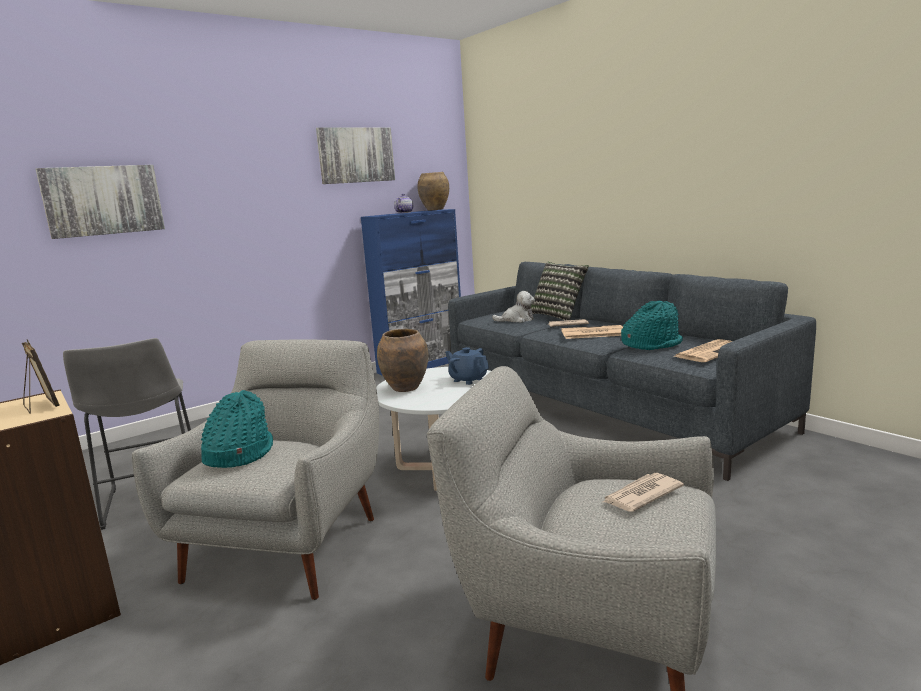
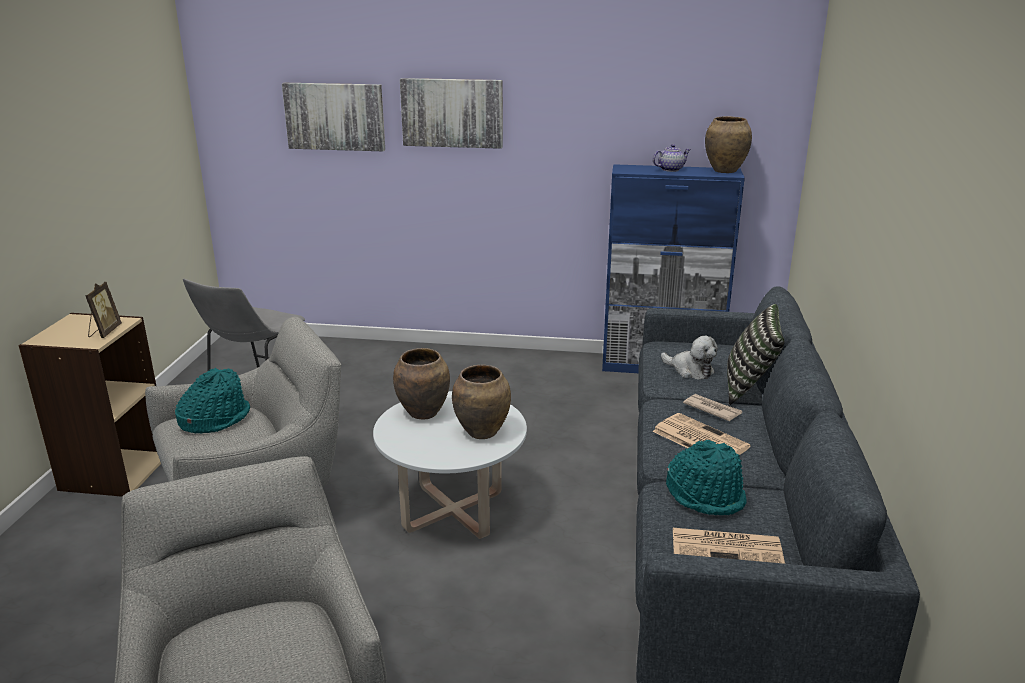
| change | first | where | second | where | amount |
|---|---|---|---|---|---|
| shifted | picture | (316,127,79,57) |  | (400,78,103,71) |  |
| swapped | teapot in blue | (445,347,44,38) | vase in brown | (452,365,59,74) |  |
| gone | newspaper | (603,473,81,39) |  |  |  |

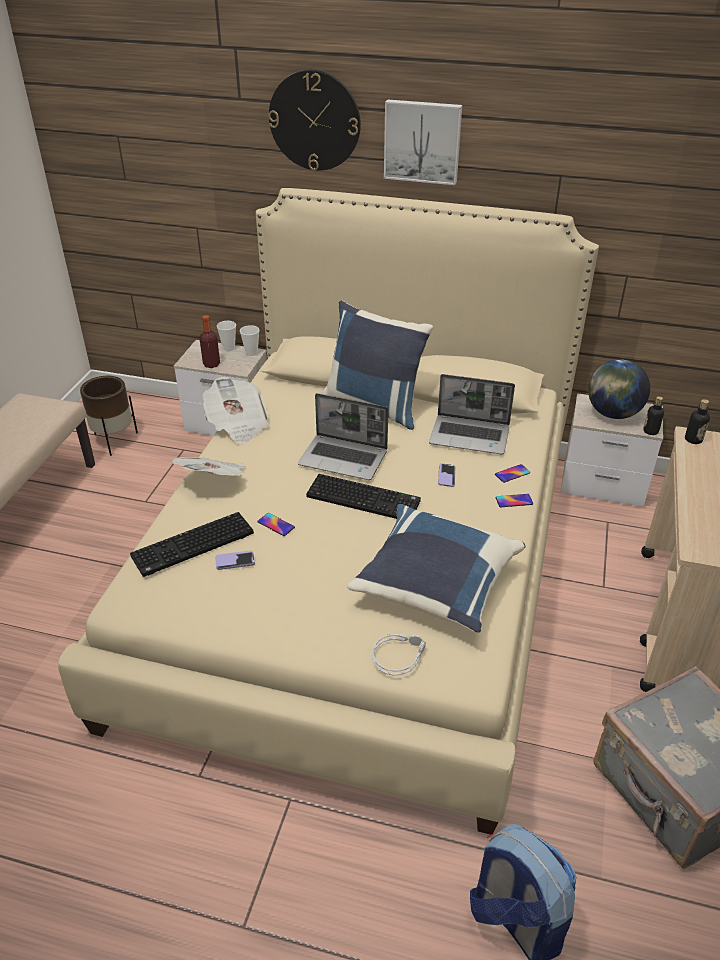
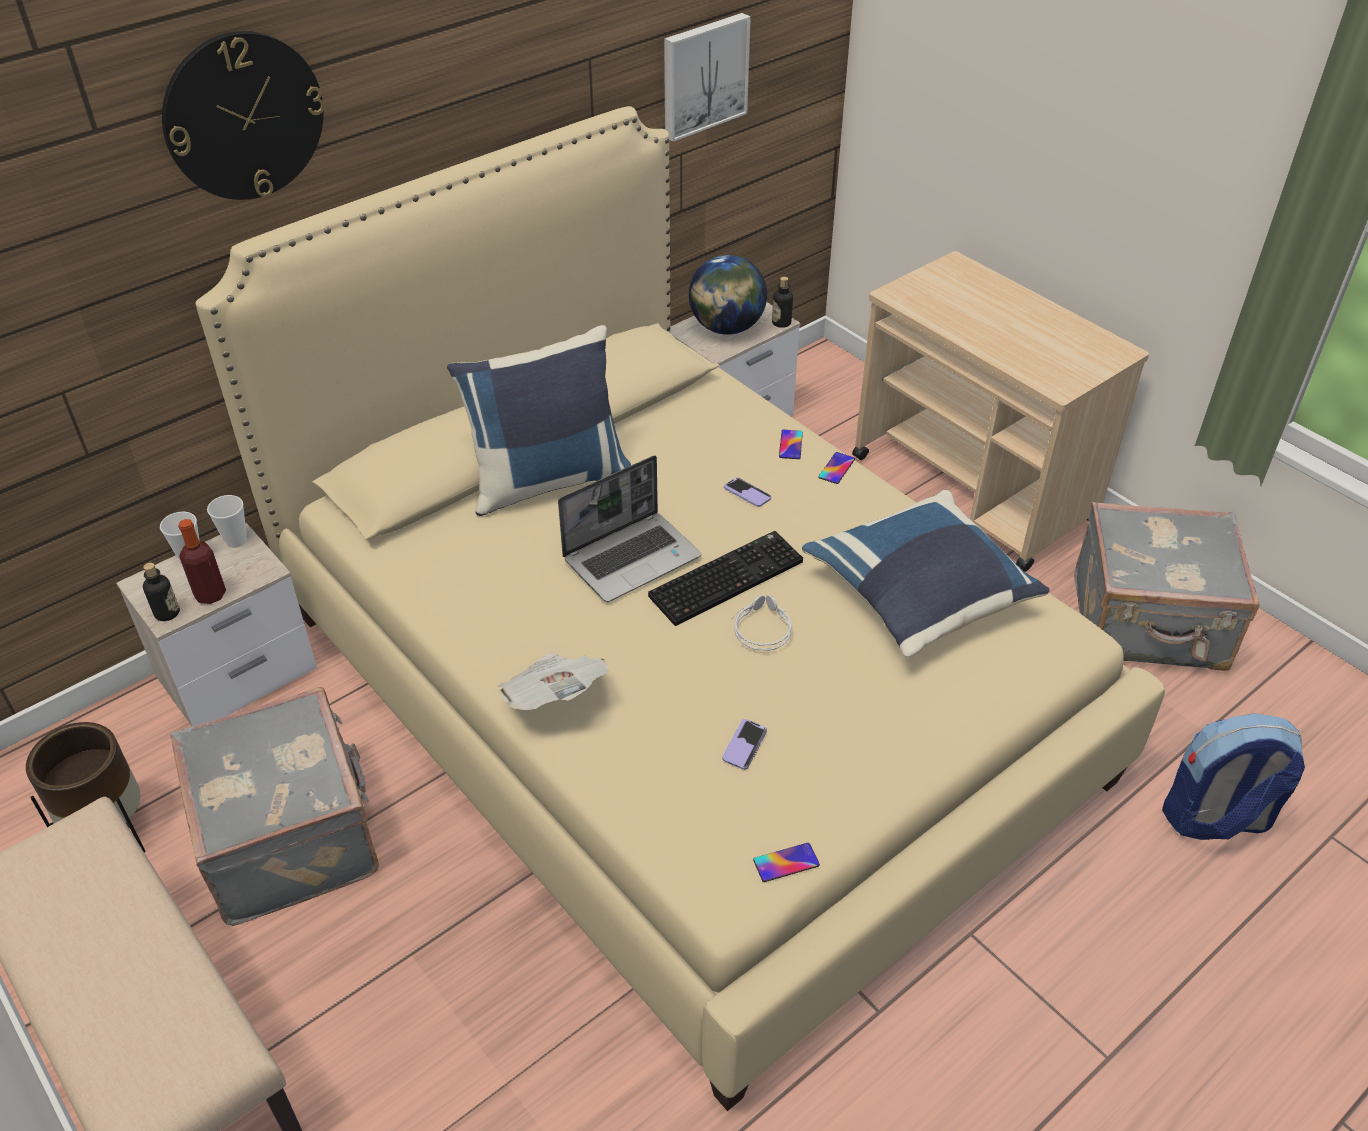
| change | first | where | second | where | amount |
|---|---|---|---|---|---|
| shifted | bottle | (685,399,25,45) |  | (143,563,37,58) |  |
| new |  |  | suitcase in grey | (170,687,209,239) |  |
| shifted | picture | (384,99,78,86) |  | (664,13,87,129) |  |
| shifted | headphones in grey | (372,633,54,43) |  | (731,595,61,56) |  |
| shifted | phone | (257,513,38,23) |  | (753,843,67,39) |  |
| gone | keyboard | (130,512,124,65) |  |  |  |
| gone | newspaper | (203,377,66,68) |  |  |  |
| gone | laptop | (429,374,86,81) |  |  |  |

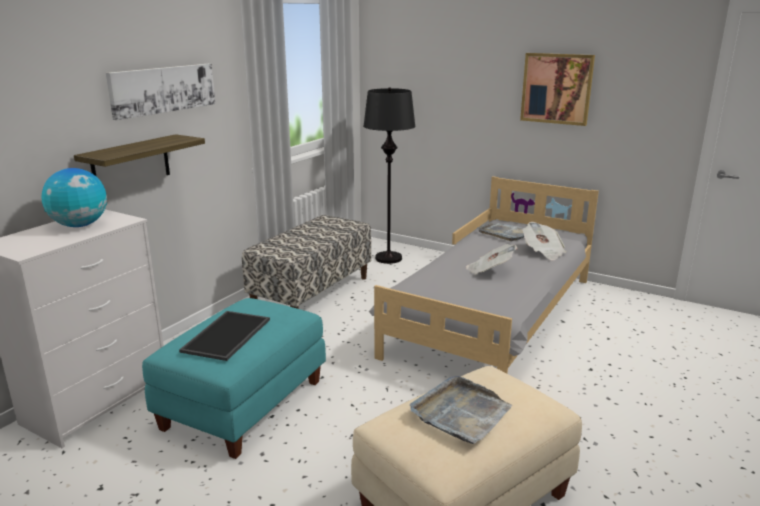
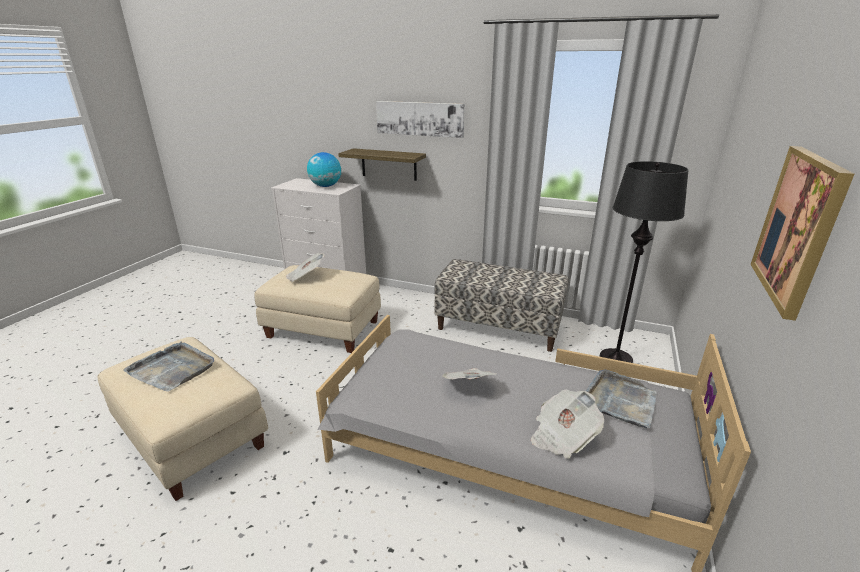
| change | first | where | second | where | amount |
|---|---|---|---|---|---|
| repainted | ottoman in turquoise | (142,298,184,161) | ottoman in beige | (254,265,127,88) |  |
| swapped | tray | (179,311,91,50) | newspaper | (286,253,39,29) |  |

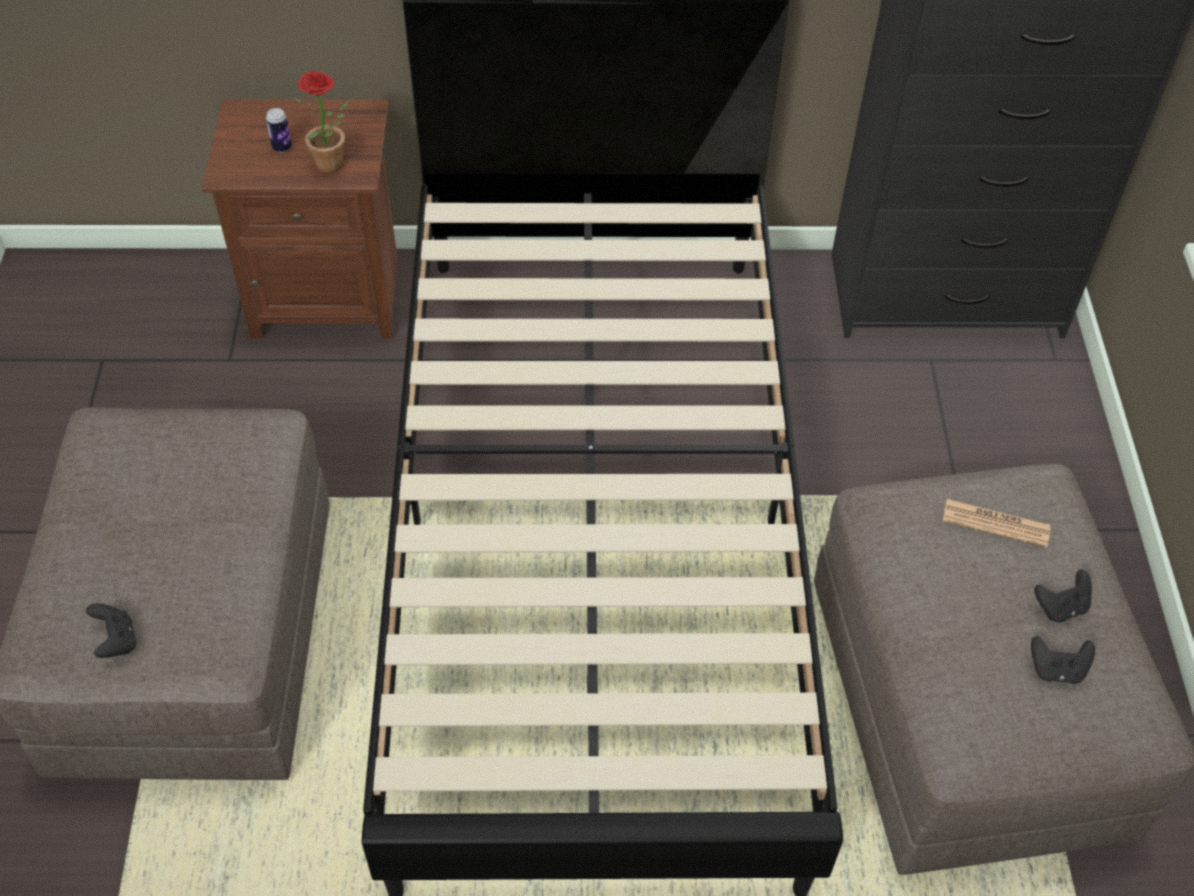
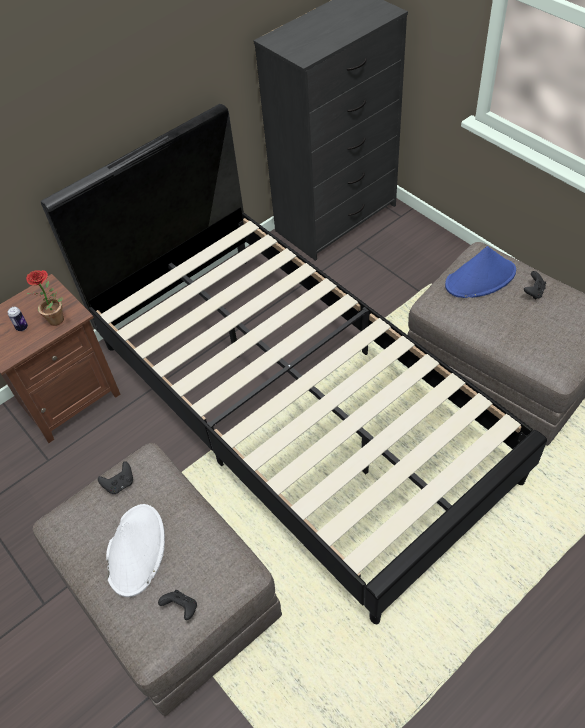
| change | first | where | second | where | amount |
|---|---|---|---|---|---|
| shifted | game controller in black | (1031,636,64,48) |  | (98,461,35,33) |  |
| new |  |  | hat in white | (106,504,59,93) |  |
| swapped | newspaper | (943,499,108,49) | hat in blue | (445,246,71,52) |  |

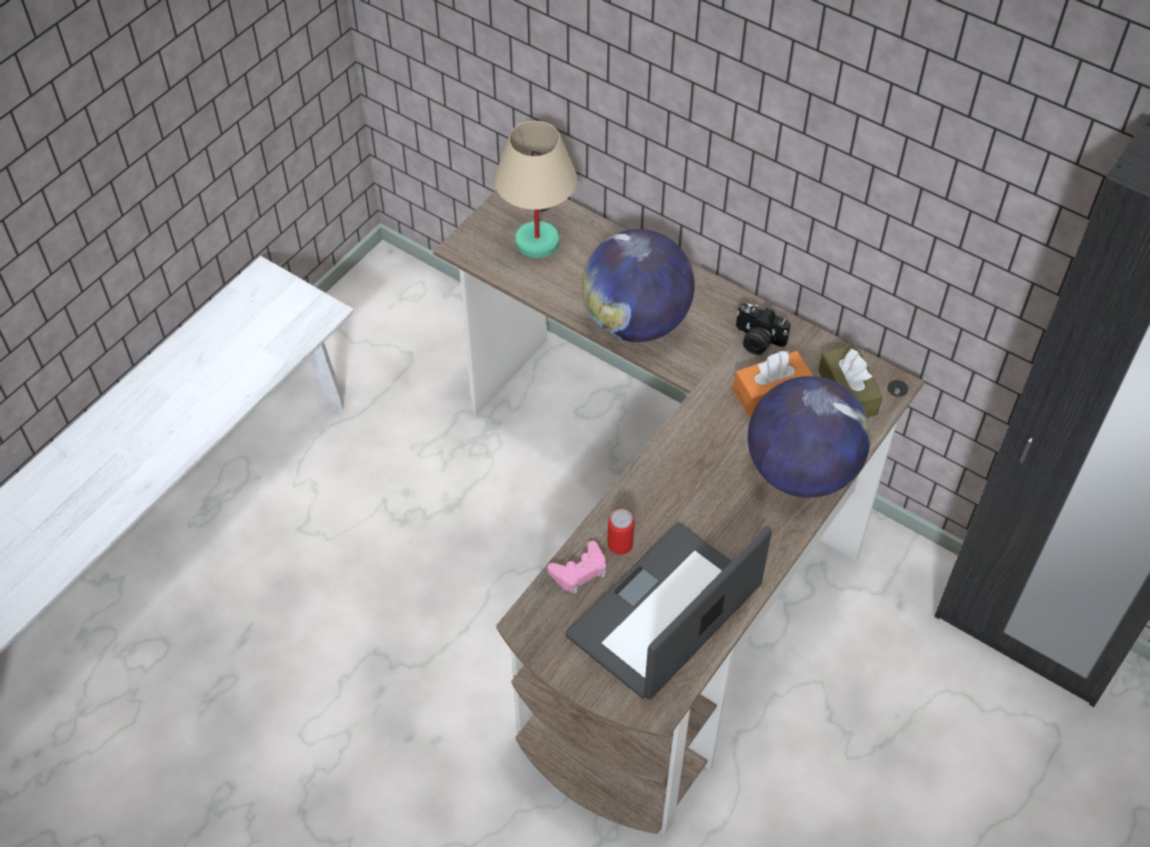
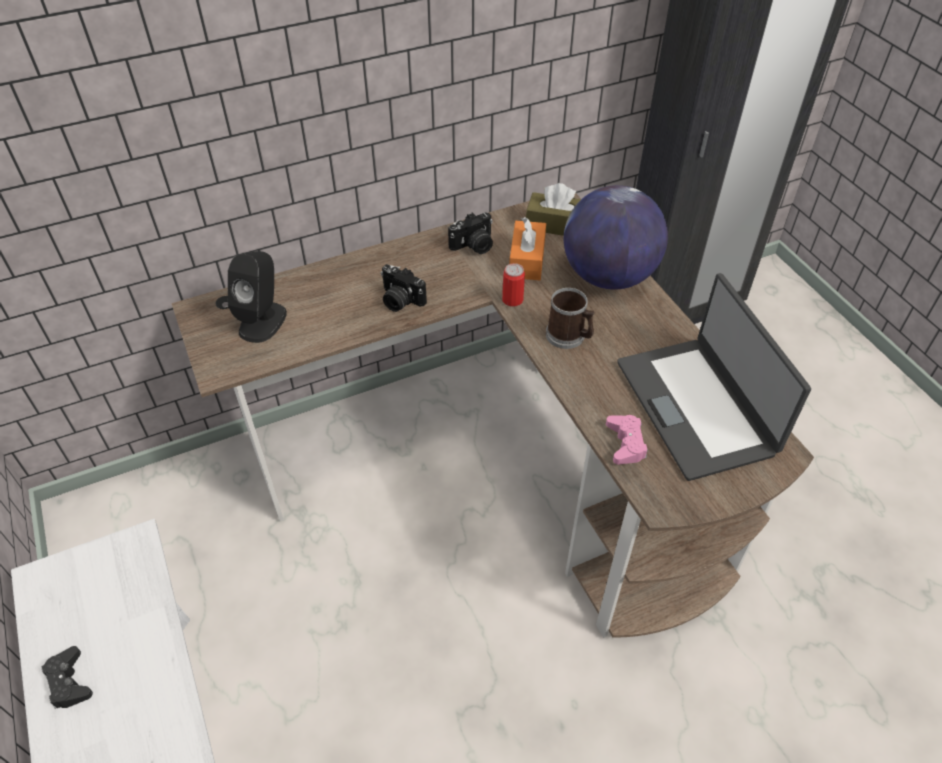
| change | first | where | second | where | amount |
|---|---|---|---|---|---|
| new |  |  | game controller in black | (42,646,51,63) |  |
| swapped | table lamp in beige | (494,121,83,137) | speaker in black | (228,251,59,92) |  |
| swapped | globe | (582,229,113,113) | photo camera | (381,264,46,48) |  |
| shifted | can | (607,509,27,46) |  | (502,263,23,44) |  |
| new |  |  | mug | (546,288,49,61) |  |

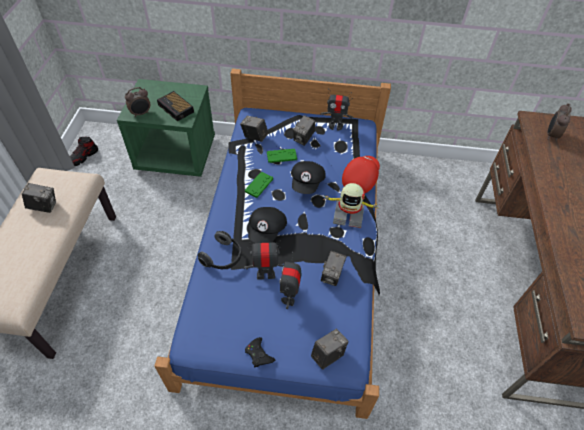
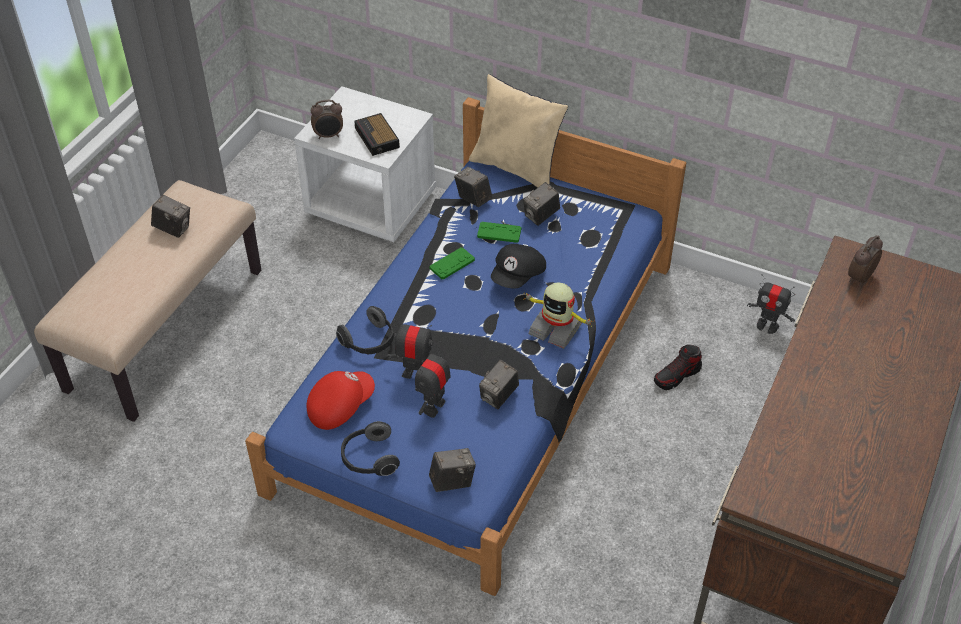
| change | first | where | second | where | amount |
|---|---|---|---|---|---|
| repainted | nightstand in green | (117,79,98,98) | nightstand in white | (294,86,142,156) |  |
| shifted | cap in red | (342,156,38,37) |  | (307,371,68,59) |  |
| swapped | game controller in black | (245,337,30,31) | headphones | (341,421,59,55) |  |
| new |  |  | pillow in beige | (469,74,99,114) |  |
| shifted | shoe | (70,137,28,29) |  | (654,345,48,45) |  |
| shifted | toy robot | (320,88,34,43) |  | (747,274,48,60) |  |
| gone | cap in black | (248,207,39,36) |  |  |  |

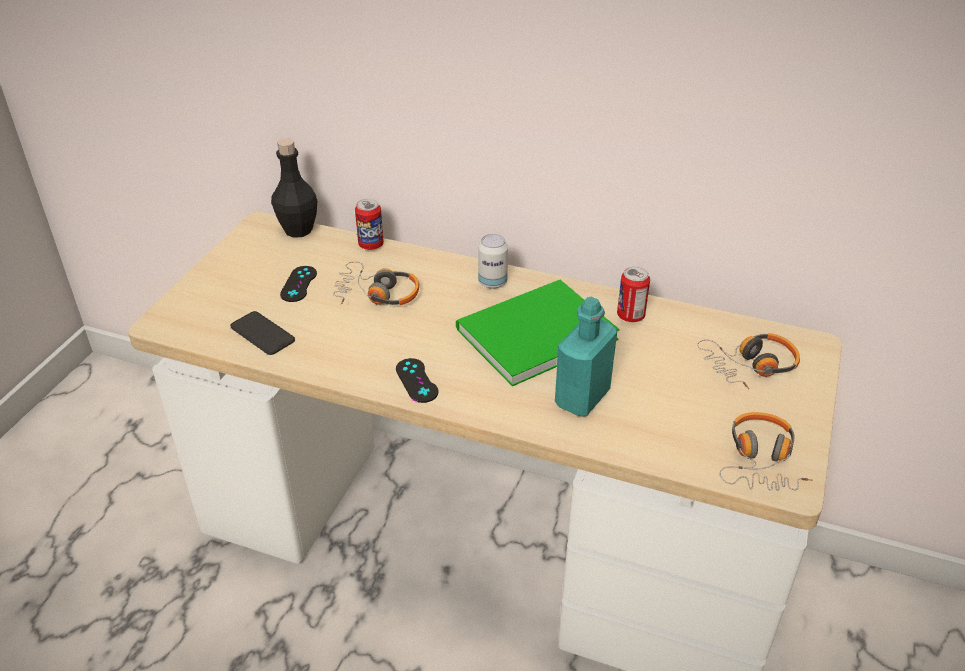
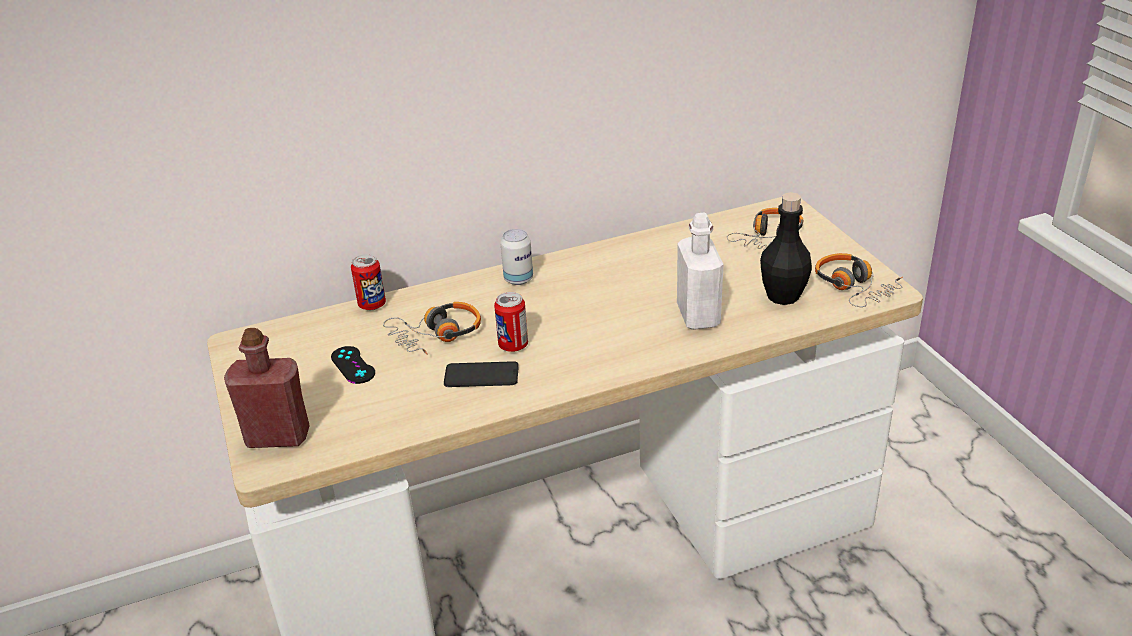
| change | first | where | second | where | amount |
|---|---|---|---|---|---|
| new |  |  | bottle in red | (224,328,86,120) |  |
| shifted | phone | (230,311,65,44) |  | (444,361,75,26) |  |
| shifted | can | (617,266,33,56) |  | (494,292,34,60) |  |
| repainted | bottle in turquoise | (555,297,62,119) | bottle in white | (677,213,47,117) |  |
| shifted | bottle in black | (271,138,46,100) |  | (760,192,52,113) |  |
| gone | game controller in black | (396,358,42,45) |  |  |  |
| gone | book in green | (456,280,164,106) |  |  |  |

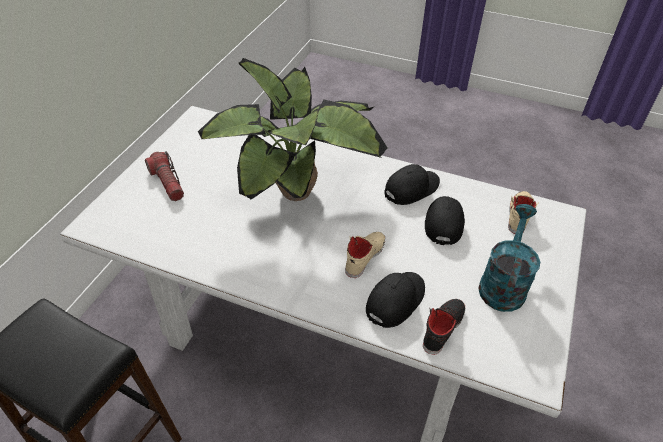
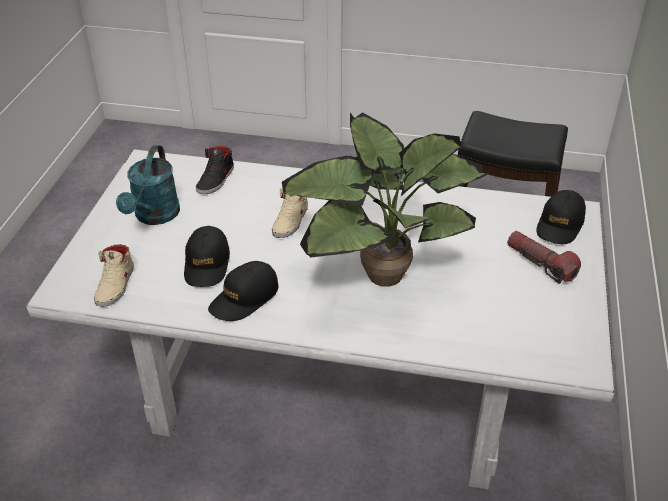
| change | first | where | second | where | amount |
|---|---|---|---|---|---|
| shifted | cap in black | (366,272,59,56) |  | (536,190,50,54) |  |

